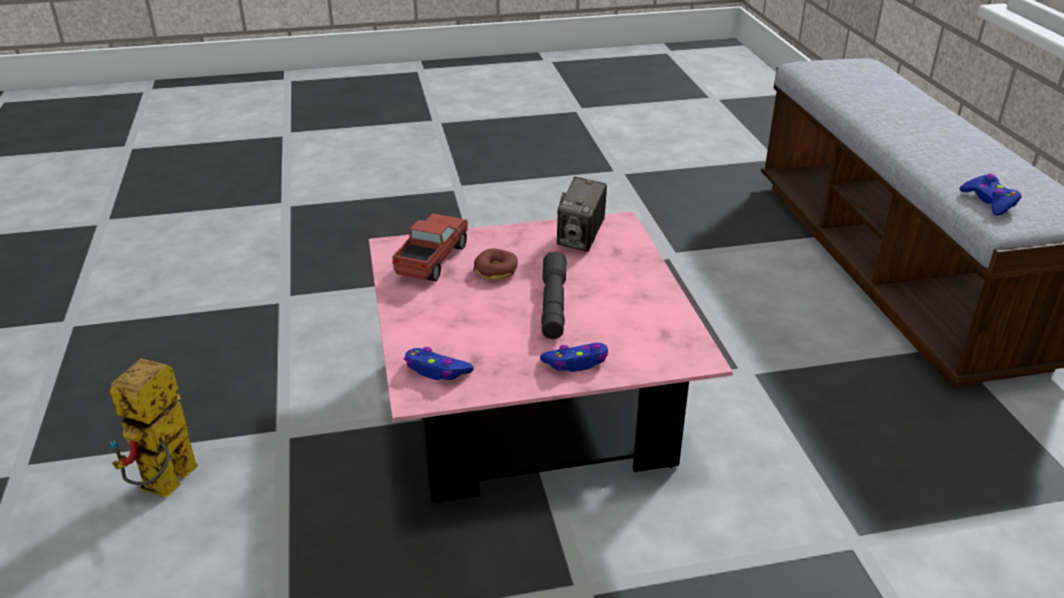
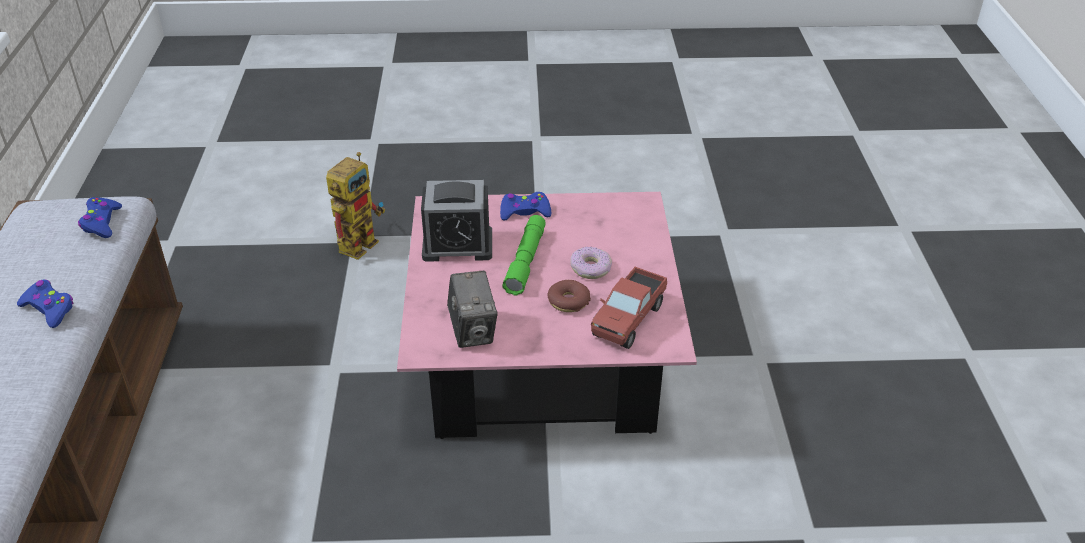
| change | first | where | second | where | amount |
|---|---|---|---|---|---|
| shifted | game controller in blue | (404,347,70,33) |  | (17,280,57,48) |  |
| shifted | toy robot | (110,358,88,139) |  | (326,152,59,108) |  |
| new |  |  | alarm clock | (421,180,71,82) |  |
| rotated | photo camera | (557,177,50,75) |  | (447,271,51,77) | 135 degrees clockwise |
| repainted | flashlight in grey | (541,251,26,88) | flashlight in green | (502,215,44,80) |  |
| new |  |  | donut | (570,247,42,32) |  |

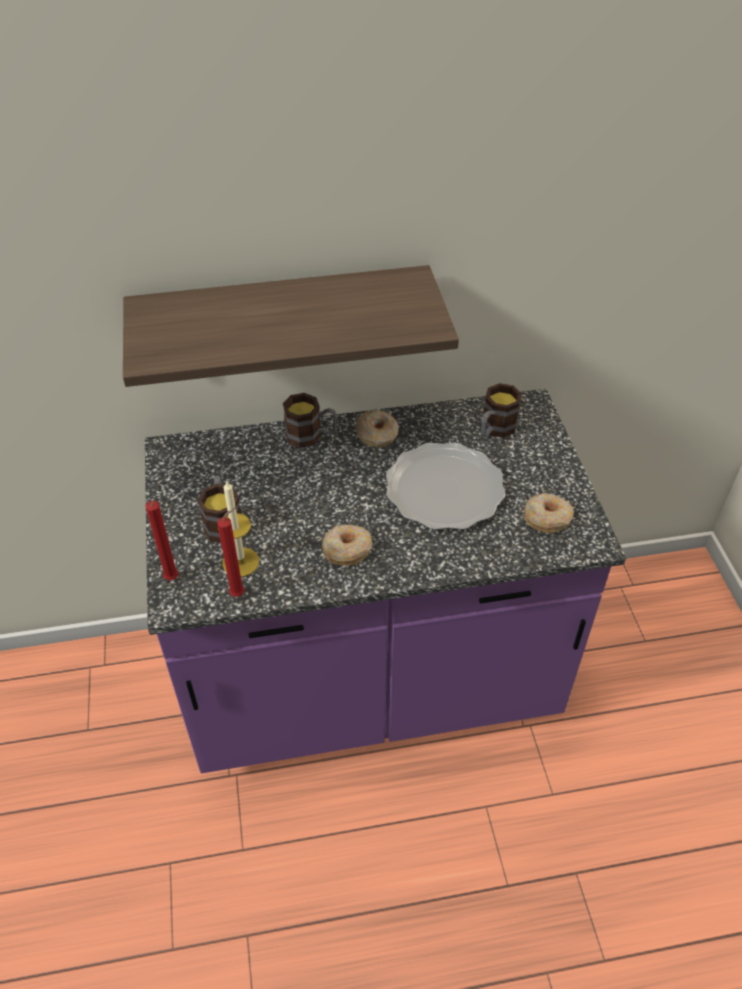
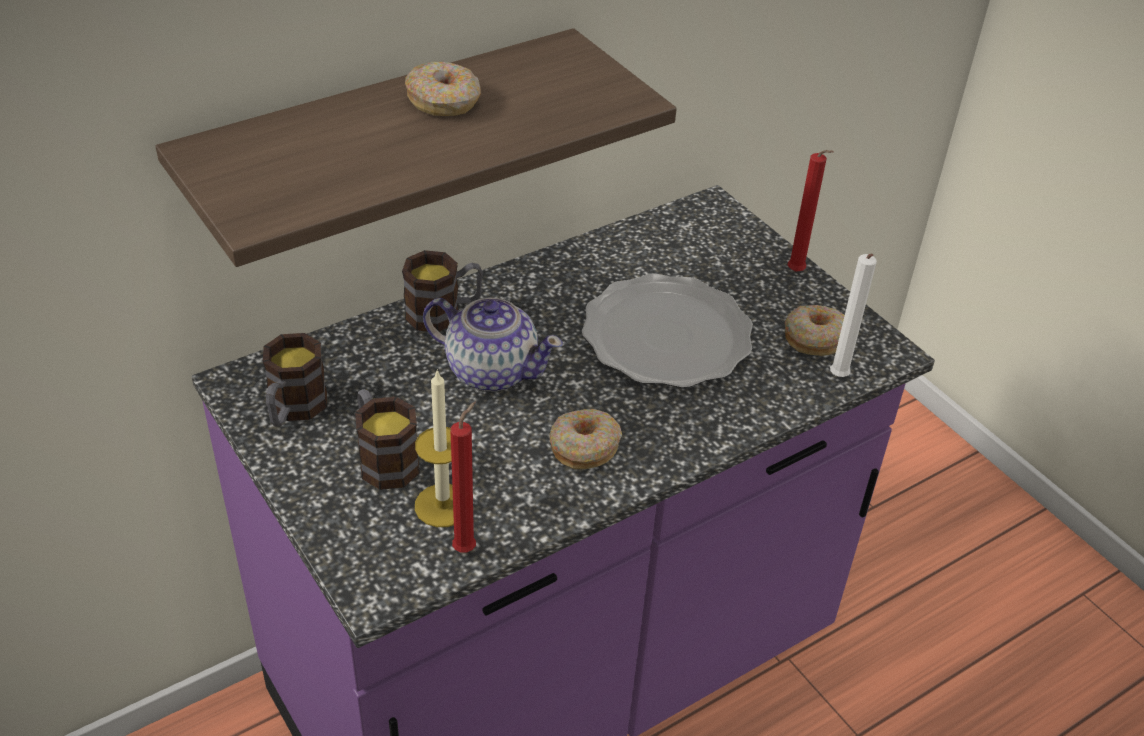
| change | first | where | second | where | amount |
|---|---|---|---|---|---|
| shifted | mug | (481,383,41,55) |  | (263,333,64,94) |  |
| shifted | donut | (356,410,43,37) |  | (405,62,76,54) |  |
| new |  |  | teapot | (423,298,140,94) |  |
| shifted | candle in red | (145,501,34,79) |  | (788,150,46,122) |  |
| new |  |  | candle in white | (830,254,47,123) |  |

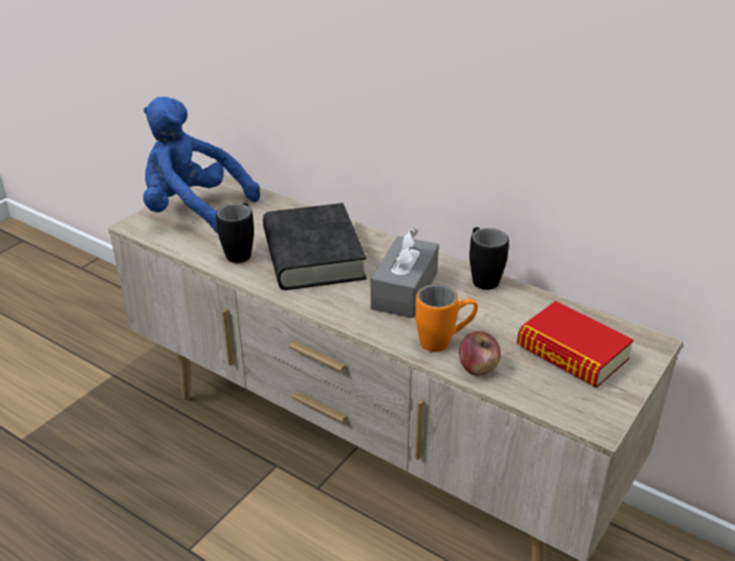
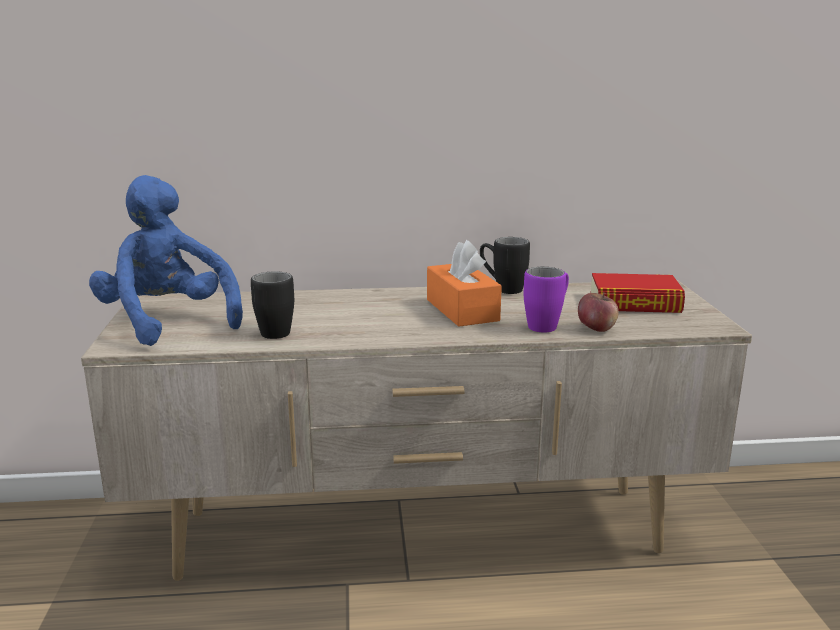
| change | first | where | second | where | amount |
|---|---|---|---|---|---|
| rotated | plush toy in blue | (143,97,117,136) |  | (89,175,154,171) | 75 degrees clockwise |
| repainted | tissue box in grey | (370,228,69,90) | tissue box in orange | (427,240,75,87) |  |
| repainted | mug in orange | (415,284,63,68) | mug in purple | (524,267,45,66) |  |
| gone | book in black | (263,203,103,87) |  |  |  |

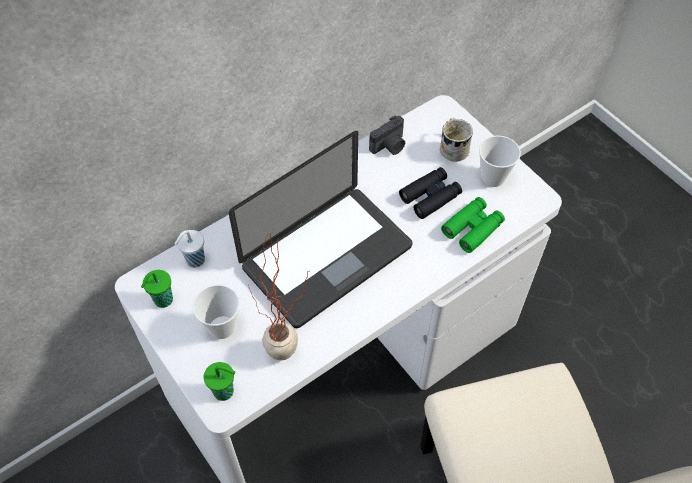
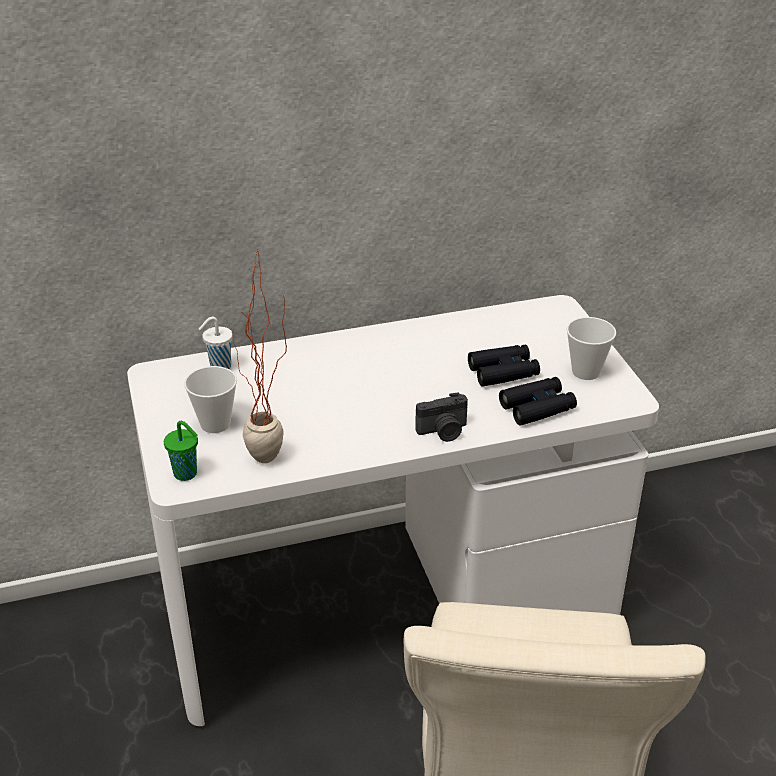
| change | first | where | second | where | amount |
|---|---|---|---|---|---|
| shifted | photo camera | (369,115,36,40) |  | (415,392,53,50) |  |
| repainted | binoculars in green | (441,197,64,56) | binoculars in black | (499,377,78,49) |  |
| gone | cup in green | (141,270,32,38) |  |  |  |
| gone | laptop | (229,131,184,197) |  |  |  |
| gone | mug in white | (440,118,33,44) |  |  |  |

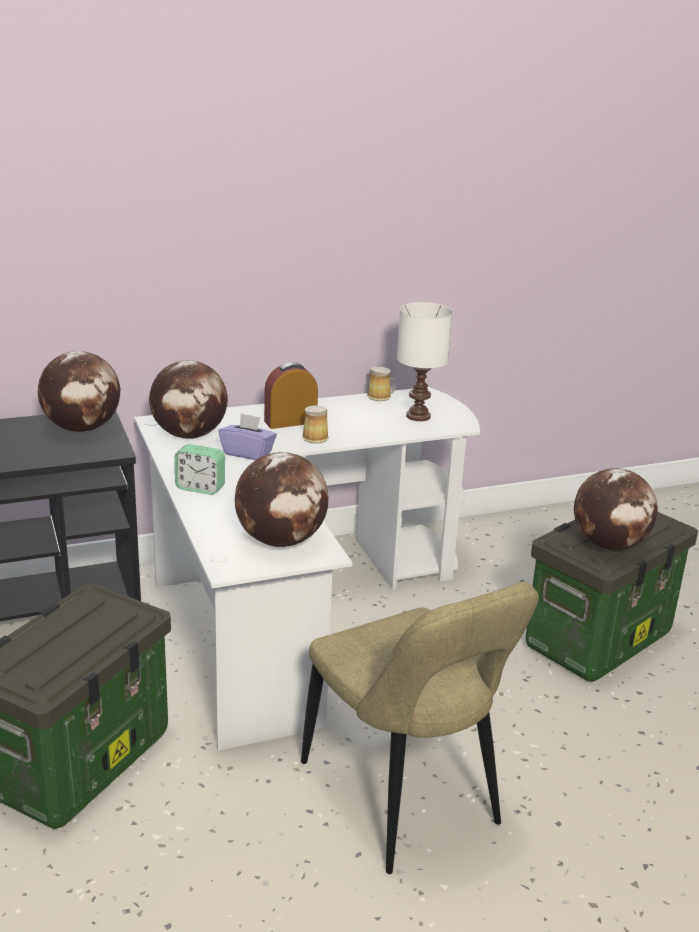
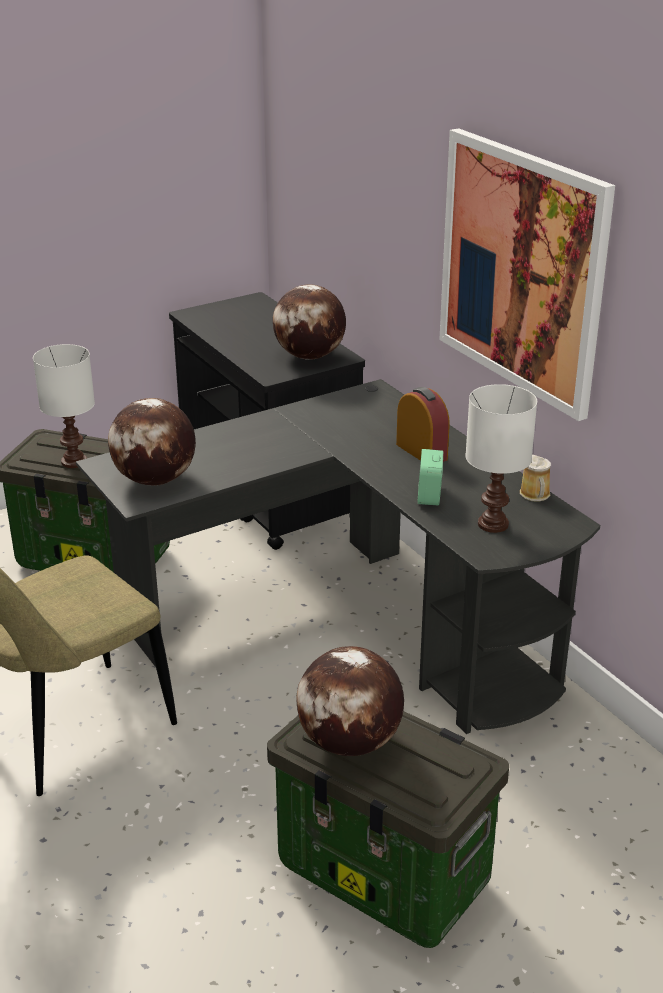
| change | first | where | second | where | amount |
|---|---|---|---|---|---|
| new |  |  | table lamp in white | (33,344,62,124) |  |
| repainted | desk in white | (134,387,346,364) | desk in black | (76,379,524,355) |  |
| shifted | alarm clock | (175,444,50,51) |  | (417,449,26,56) |  |
| new |  |  | picture | (439,128,176,293) |  |
| gone | globe | (149,360,79,79) |  |  |  |
| gone | tissue box in purple | (218,413,59,47) |  |  |  |
| gone | mug | (302,405,27,39) |  |  |  |

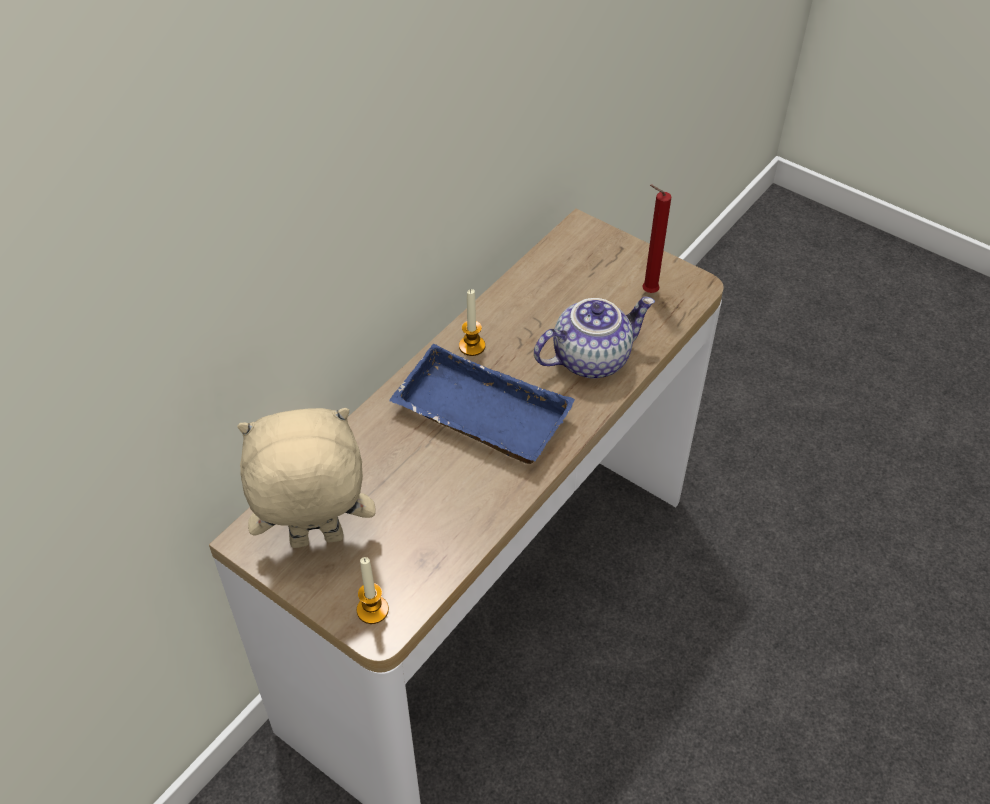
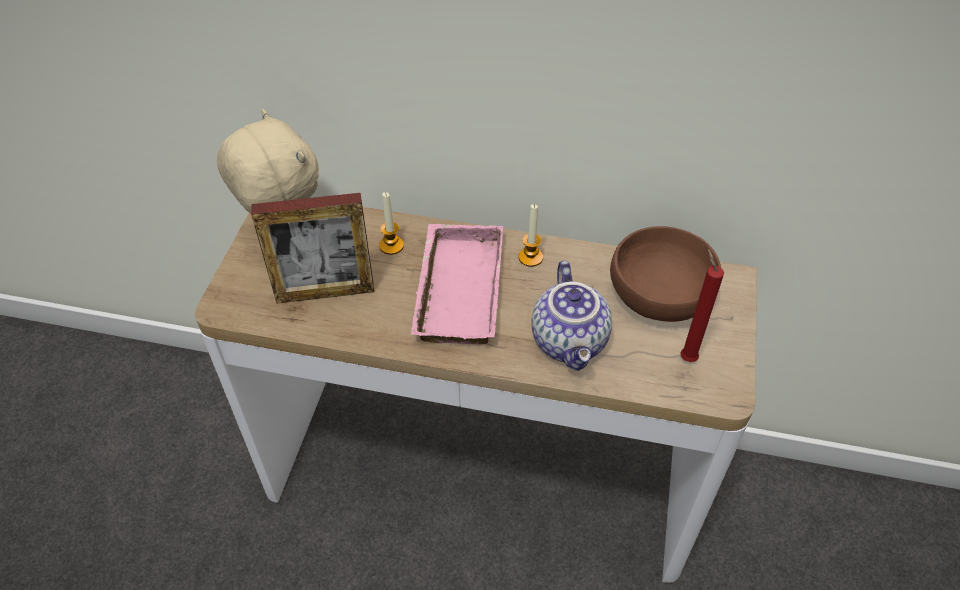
| change | first | where | second | where | amount |
|---|---|---|---|---|---|
| new |  |  | picture frame | (251,193,123,111) |  |
| shifted | candle | (357,557,32,67) |  | (379,192,25,63) |  |
| repainted | tray in blue | (389,344,186,120) | tray in pink | (411,224,92,120) |  |
| rotated | teapot | (534,297,121,82) |  | (532,261,80,110) | 45 degrees clockwise |
| new |  |  | bowl in brown | (610,226,111,96) |  |

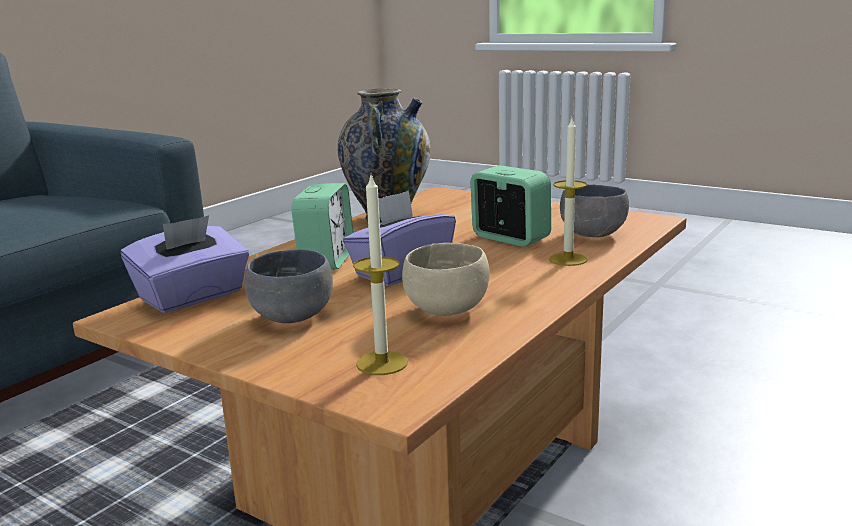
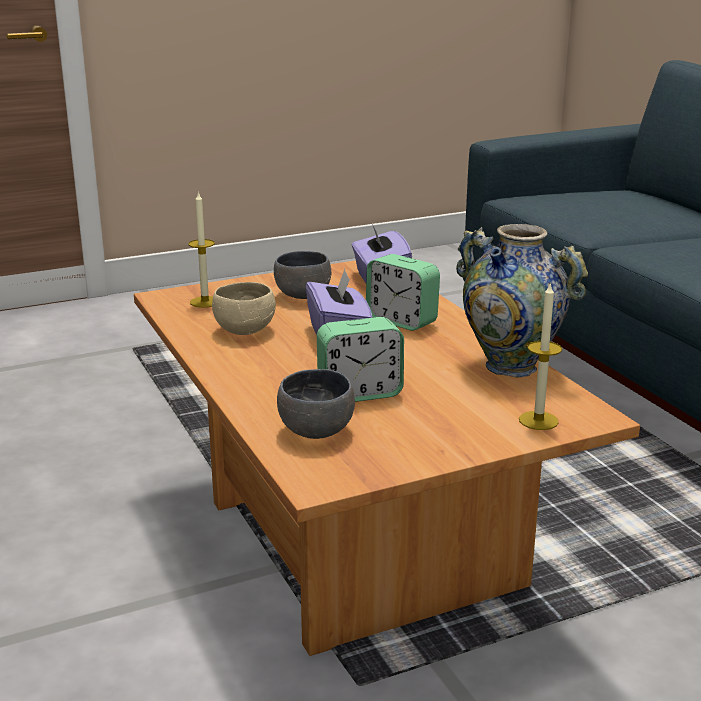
| change | first | where | second | where | amount |
|---|---|---|---|---|---|
| shifted | candle | (549,119,39,147) |  | (519,282,43,148) |  |

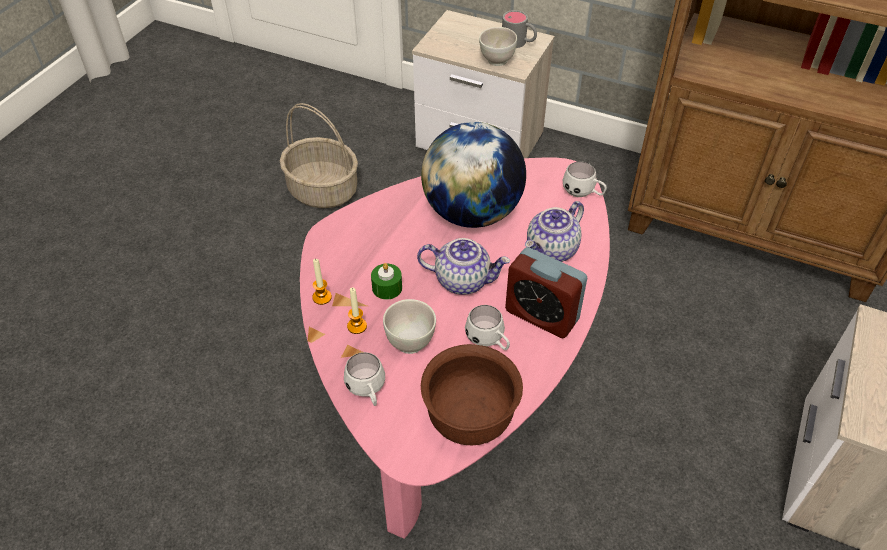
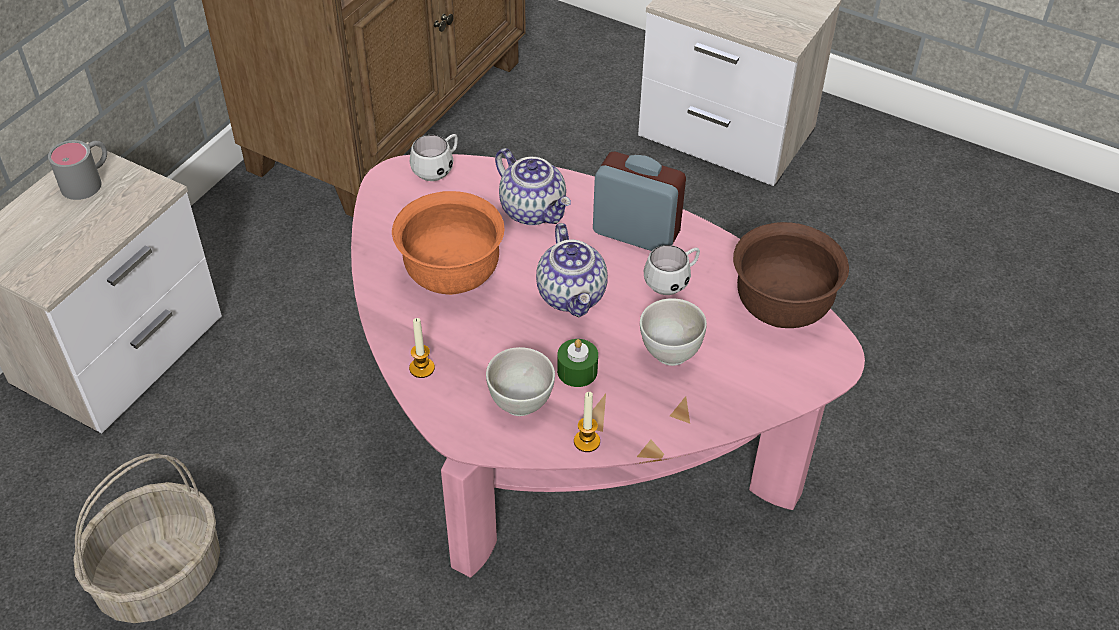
| change | first | where | second | where | amount |
|---|---|---|---|---|---|
| swapped | globe | (421,122,105,106) | bowl in orange | (392,191,112,104) |  |
| shifted | candle | (347,287,20,47) |  | (409,318,26,60) |  |
| shifted | bowl in white | (479,27,38,39) |  | (486,347,69,69) |  |
| rotated | teapot | (417,238,93,57) |  | (536,223,72,94) | 150 degrees clockwise |
| rotated | alarm clock | (505,247,82,91) |  | (593,152,93,99) | 105 degrees counterclockwise |
| gone | mug in white | (344,352,41,54) |  |  |  |

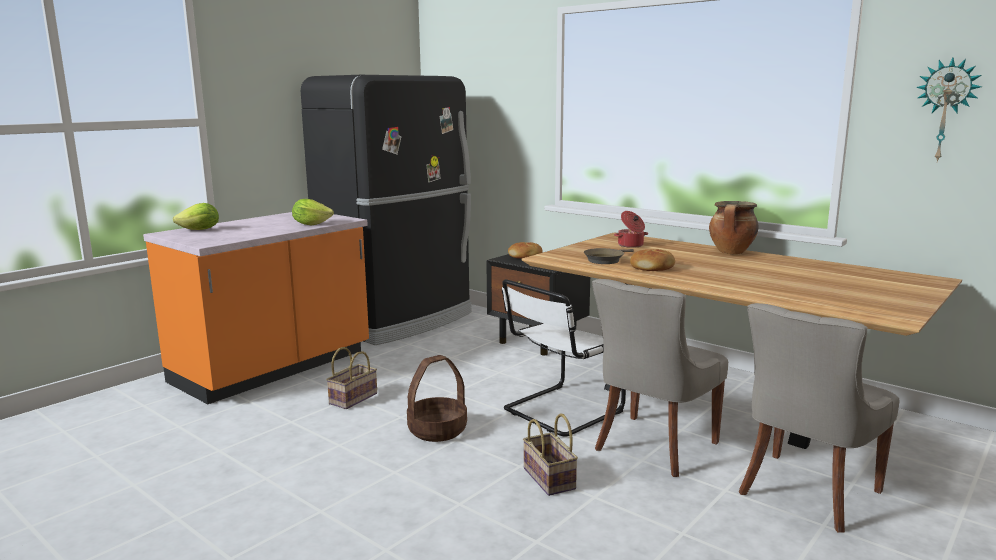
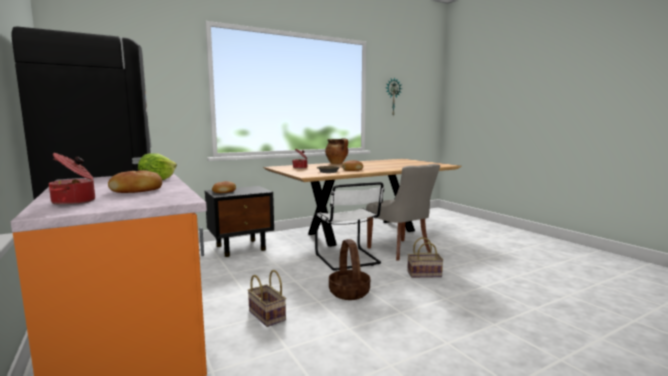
| change | first | where | second | where | amount |
|---|---|---|---|---|---|
| swapped | lettuce | (173,203,46,27) | cooking pot | (49,153,46,52) |  |
| new |  |  | bread | (108,170,54,23) |  |
| gone | chair in grey | (739,303,161,230) |  |  |  |

